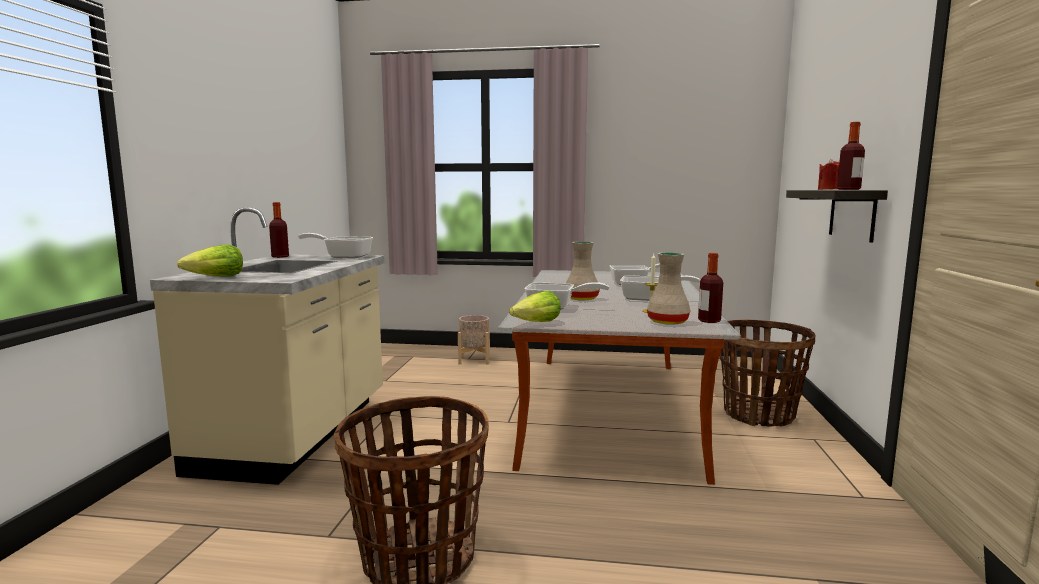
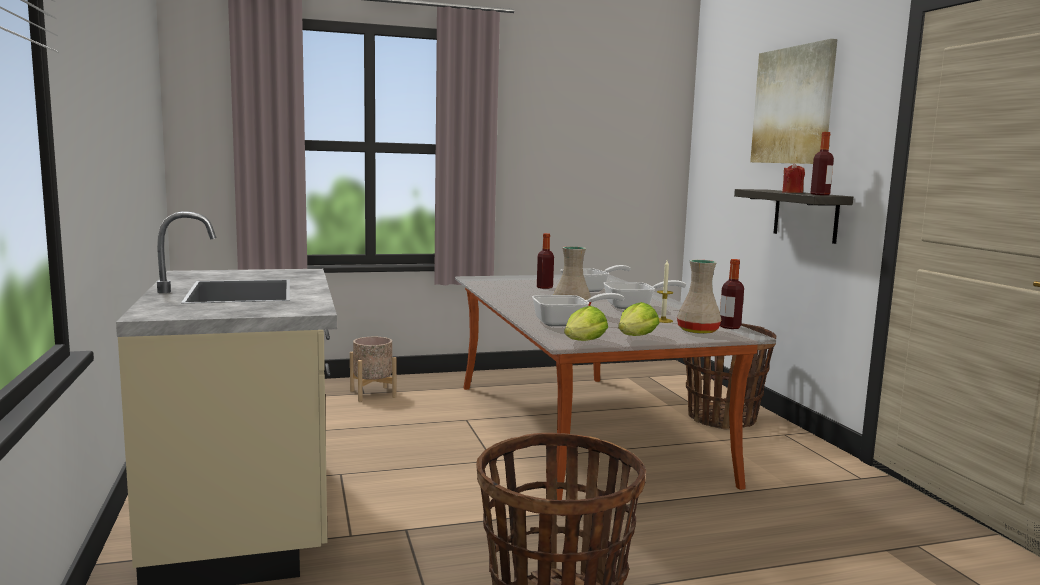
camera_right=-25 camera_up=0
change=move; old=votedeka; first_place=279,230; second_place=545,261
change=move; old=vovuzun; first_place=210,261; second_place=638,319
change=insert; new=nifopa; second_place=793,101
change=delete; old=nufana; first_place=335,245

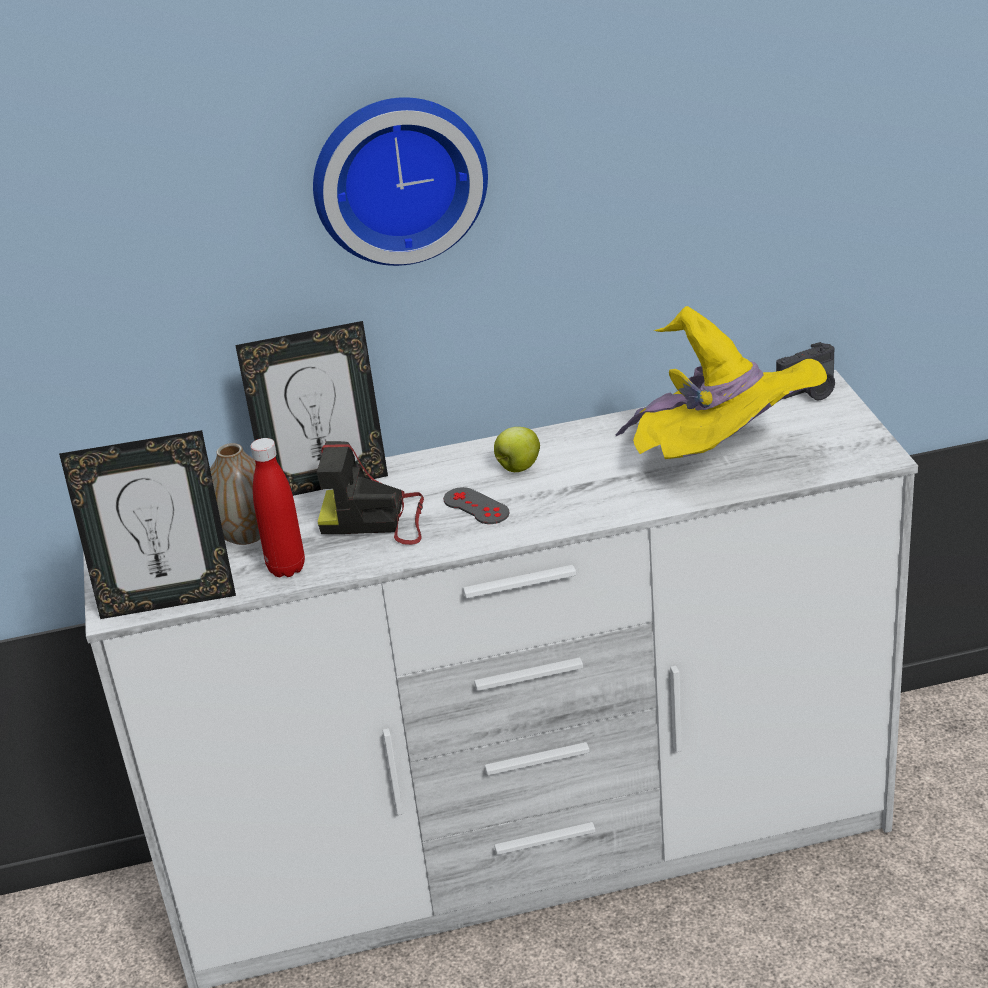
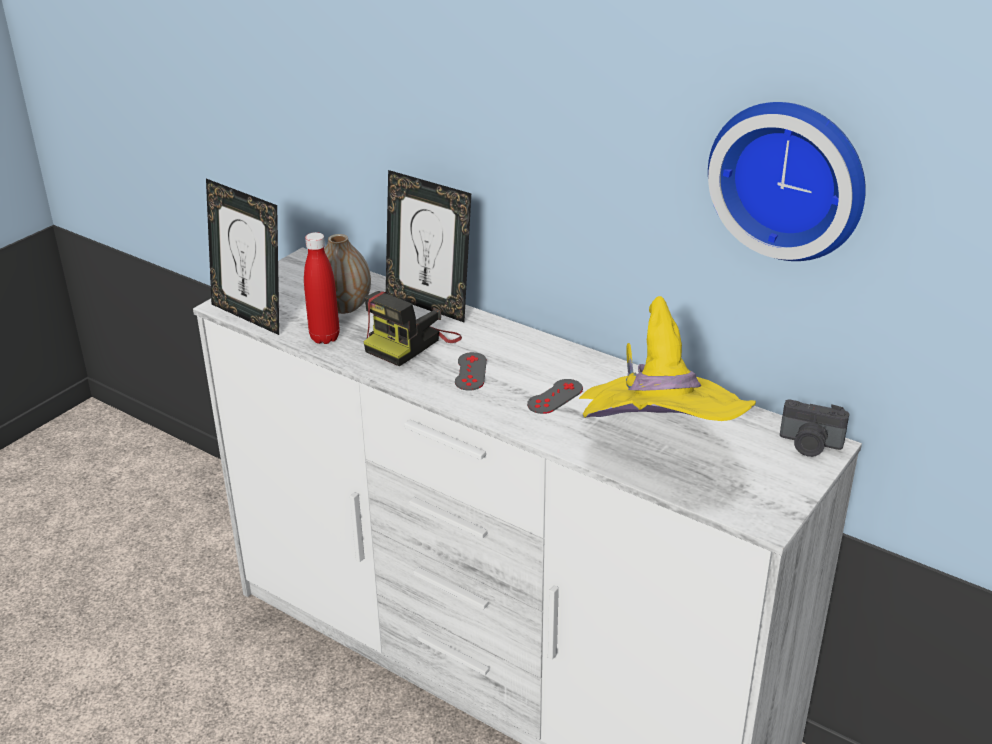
camera_right=45 camera_up=0
change=rotate; old=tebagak; first_place=370,493; second_place=412,328; degrees=-105
change=insert; new=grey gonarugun; second_place=555,396
change=move; old=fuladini; first_place=400,181; second_place=787,181
change=delete; old=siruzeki; first_place=517,449

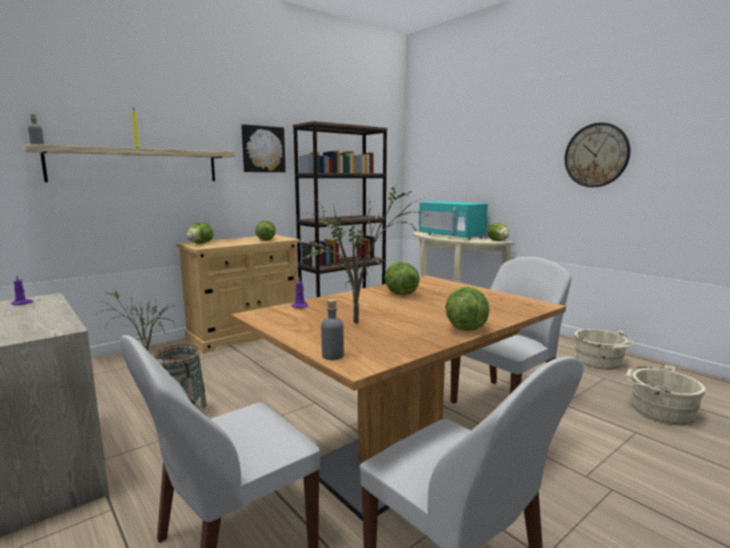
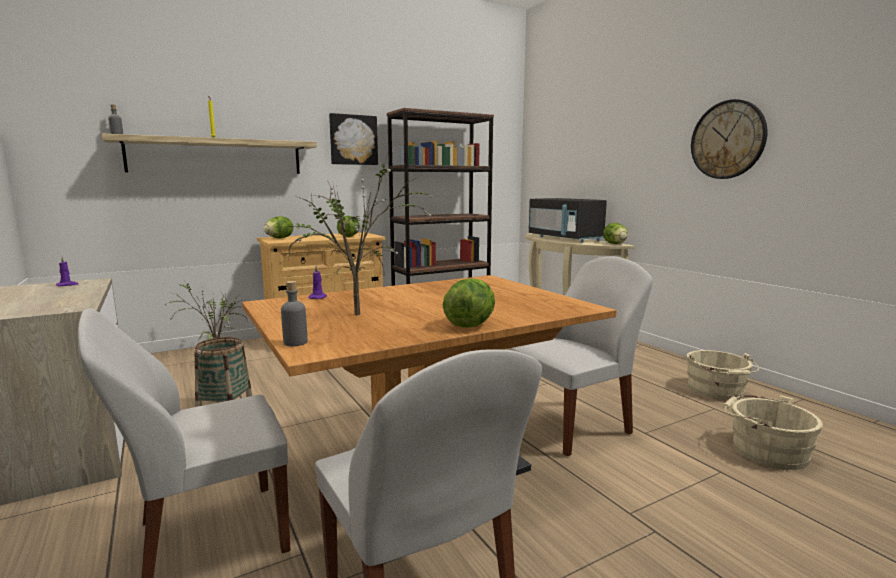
camera_right=10 camera_up=0
change=recolor; old=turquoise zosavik; new=black zosavik; first_place=453,220; second_place=568,220
change=delete; old=vovuzun; first_place=402,278

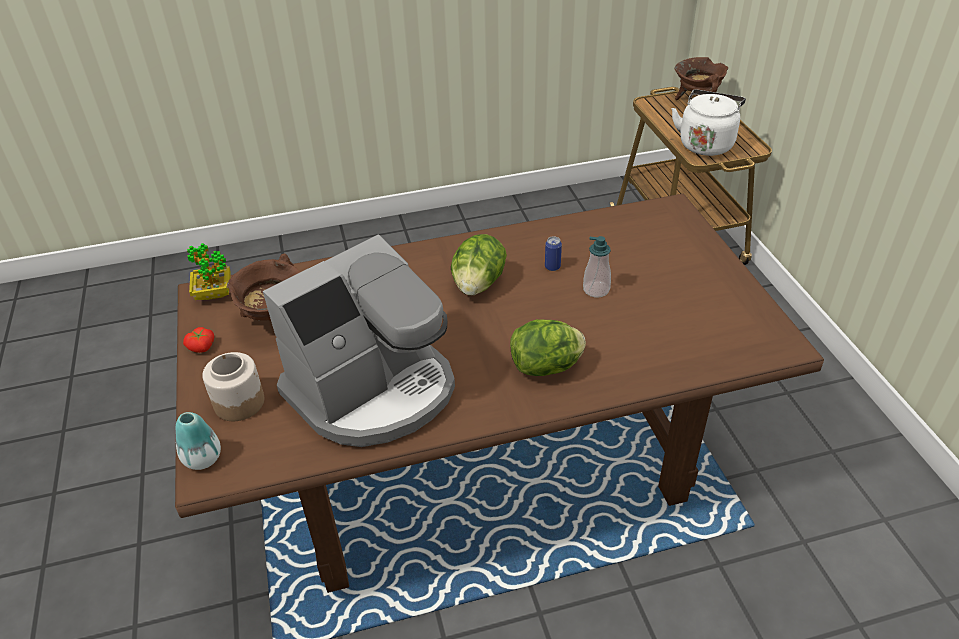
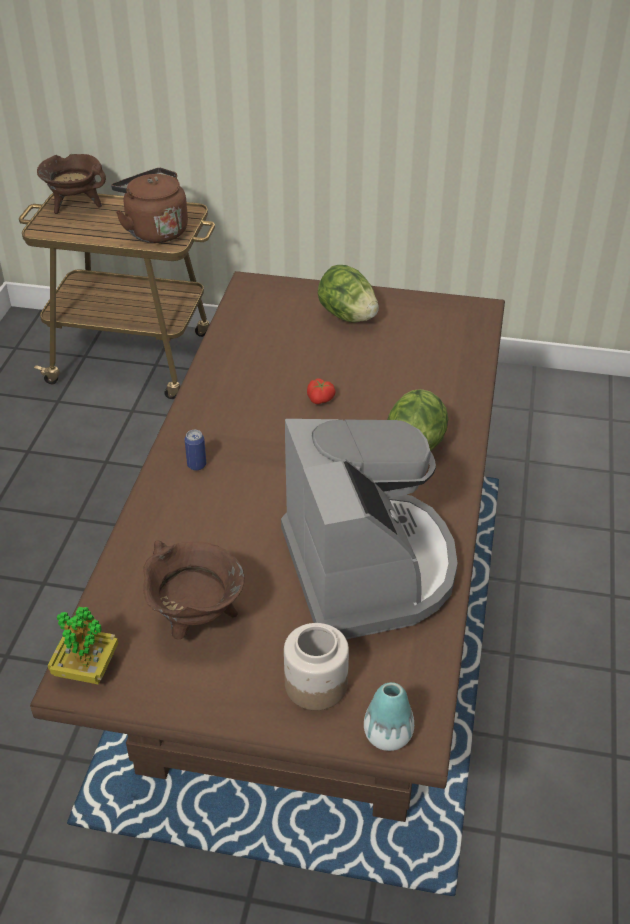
camera_right=-65 camera_up=0
change=recolor; old=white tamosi; new=brown tamosi; first_place=709,123; second_place=149,205
change=move; old=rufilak; first_place=553,253; second_place=195,450
change=move; old=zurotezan; first_place=198,340; second_place=321,391
change=move; old=vovuzun; first_place=479,265; second_place=348,293
change=delete; old=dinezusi; first_place=597,266

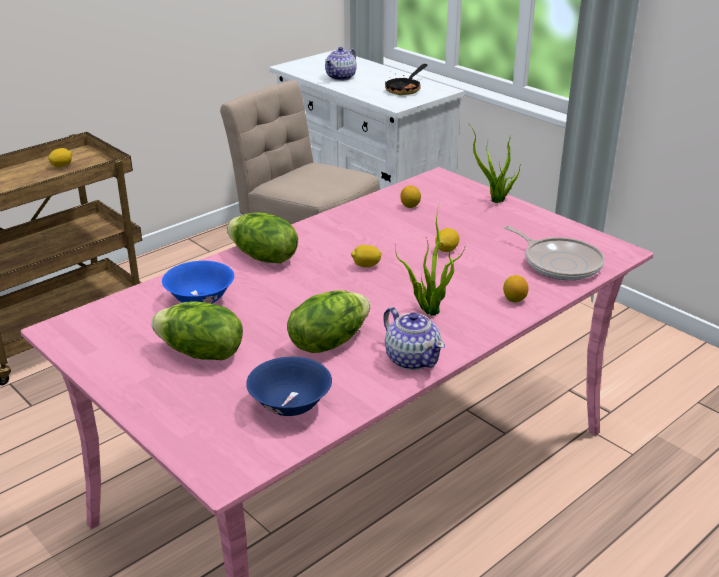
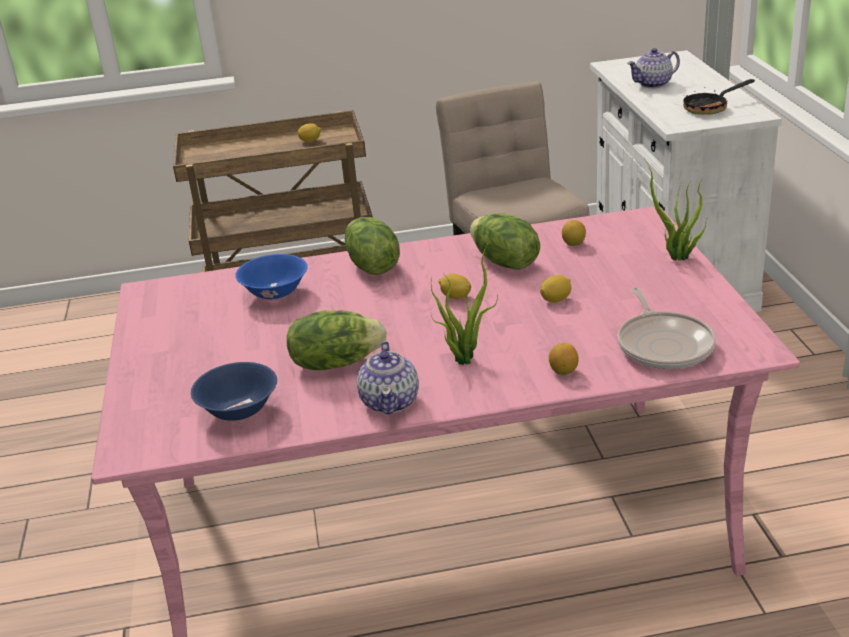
camera_right=35 camera_up=0
change=move; old=vovuzun; first_place=197,330; second_place=505,241

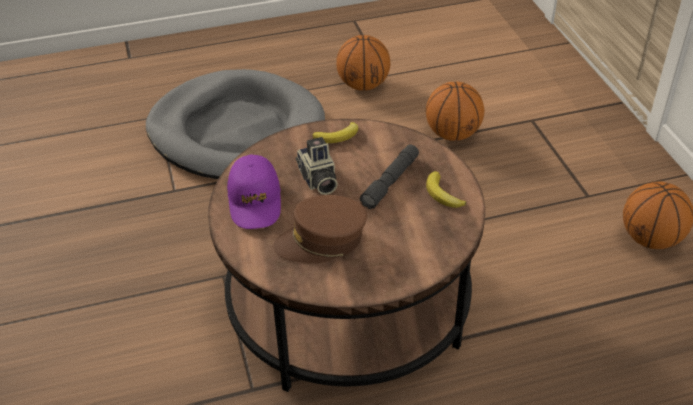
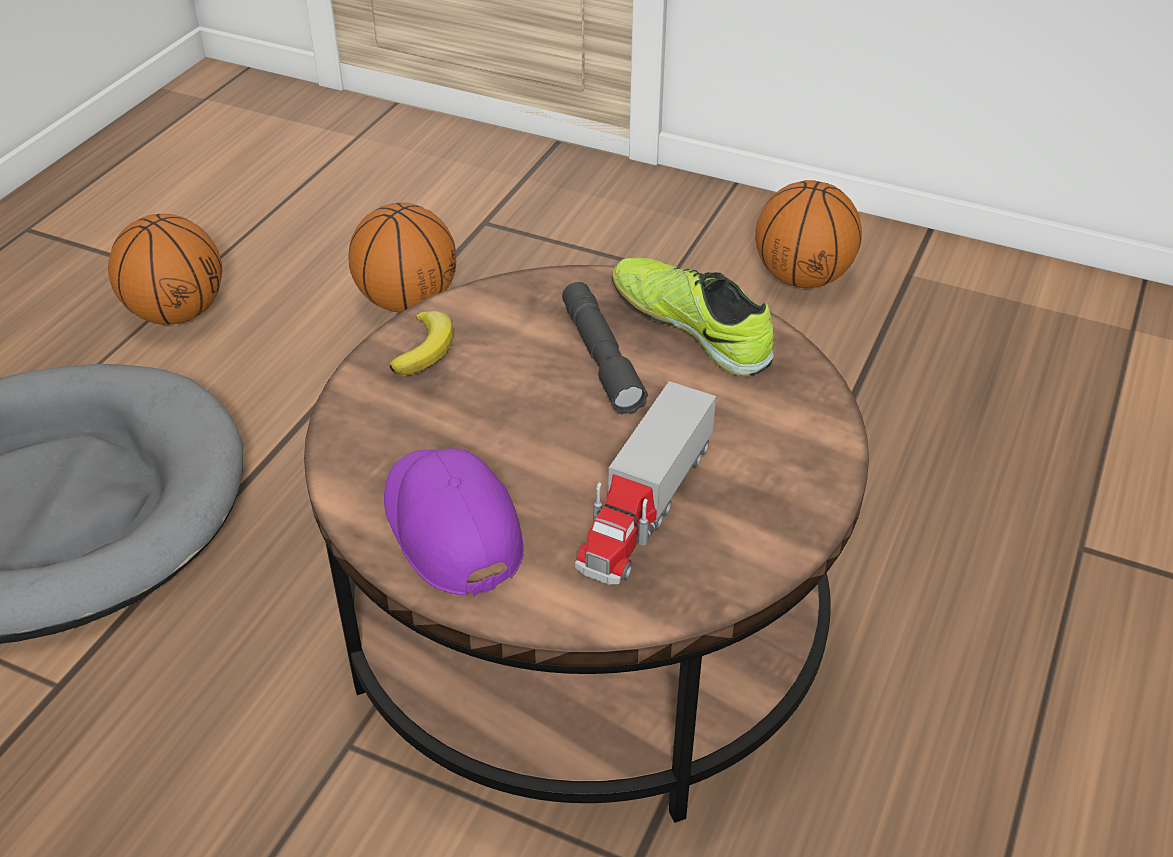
camera_right=-50 camera_up=0
change=rotate; old=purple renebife; first_place=254,191; second_place=454,522; degrees=-150
change=replace; old=brown renebife; new=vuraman; first_place=320,229; second_place=645,482
change=replace; old=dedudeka; new=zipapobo; first_place=446,189; second_place=693,317
change=delete; old=tebagak; first_place=316,166

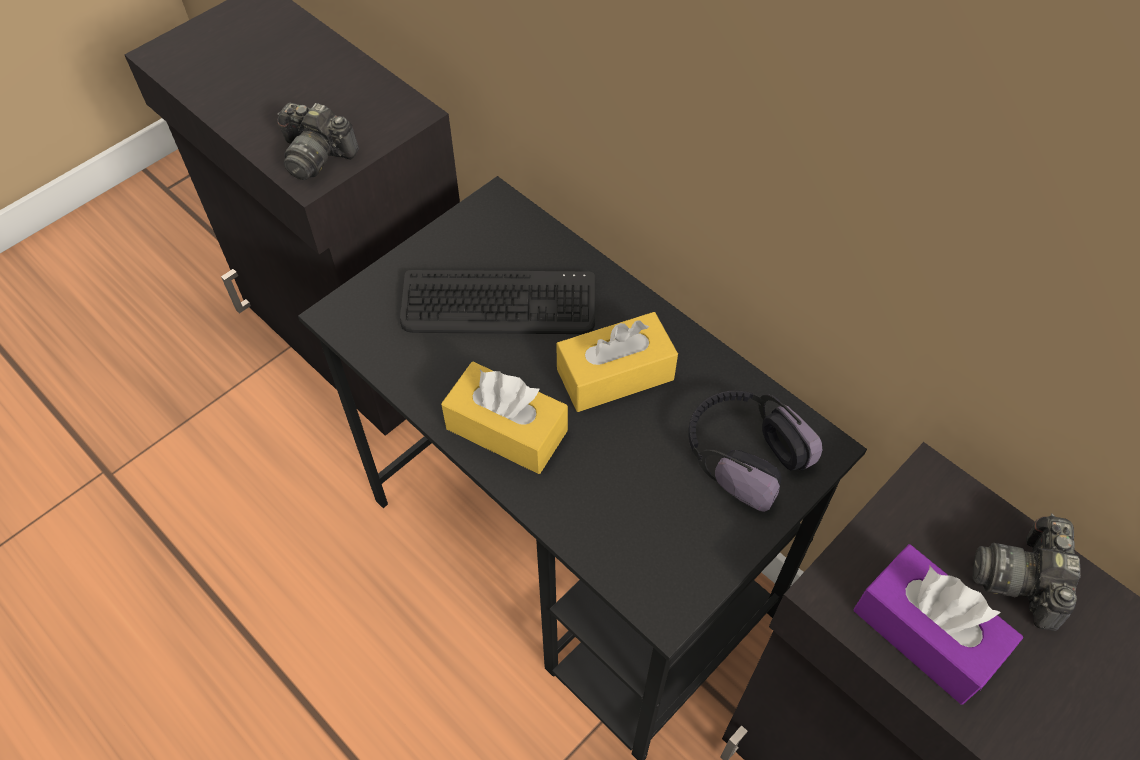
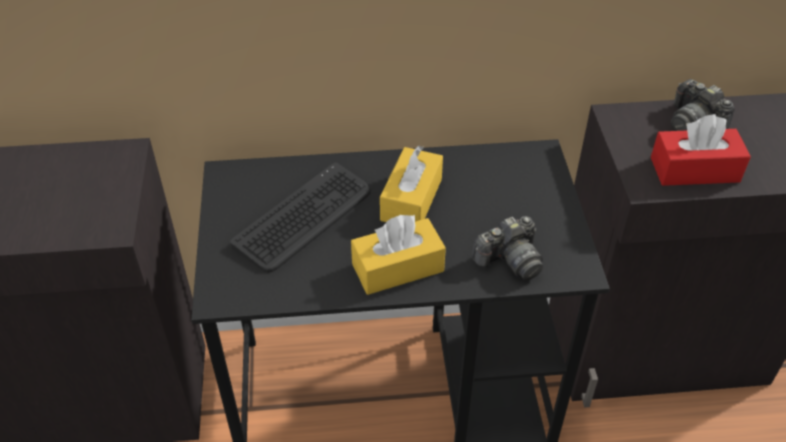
camera_right=-50 camera_up=-10
change=move; old=tebagak; first_place=318,141; second_place=507,248
change=recolor; old=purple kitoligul; new=red kitoligul; first_place=938,624; second_place=701,150
change=delete; old=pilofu; first_place=755,451

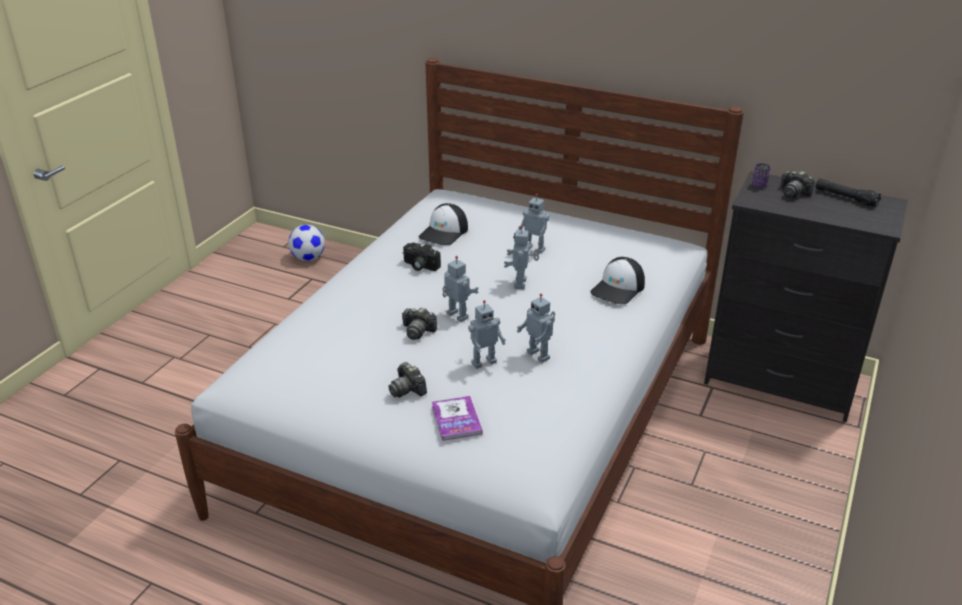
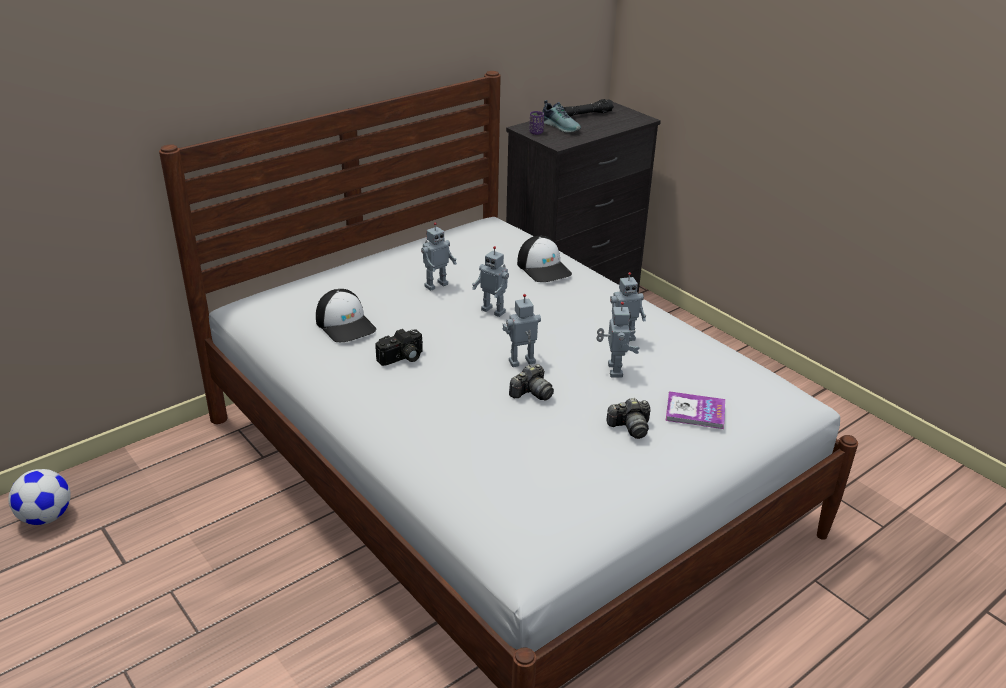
camera_right=-65 camera_up=0
change=replace; old=tebagak; new=zipapobo; first_place=797,184; second_place=561,116

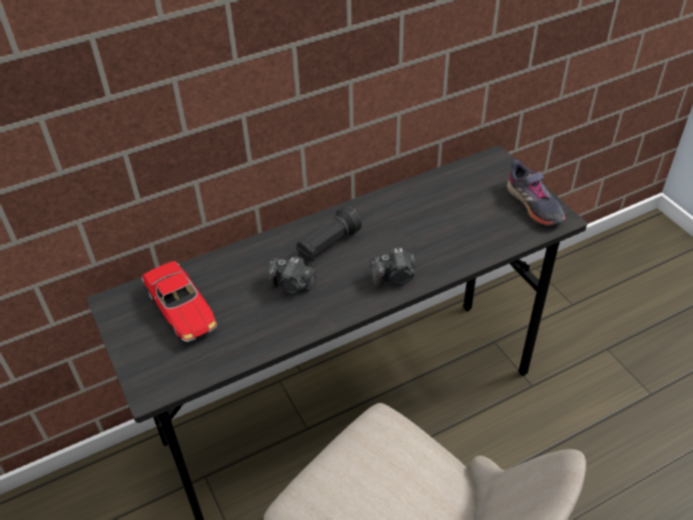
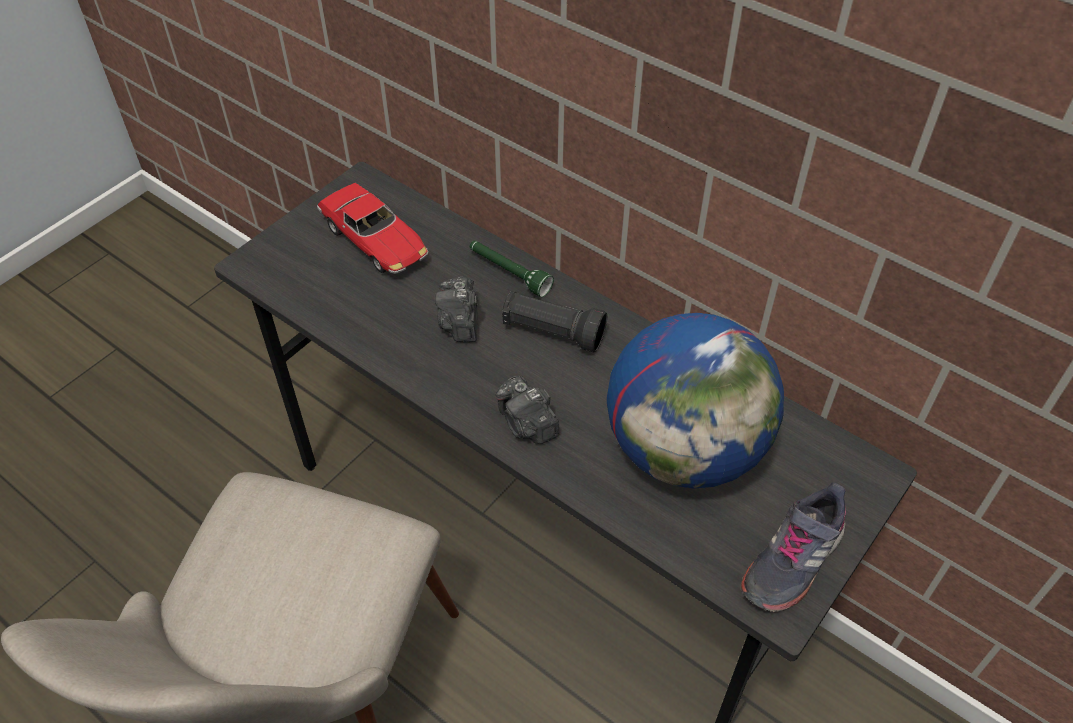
camera_right=65 camera_up=5
change=rotate; old=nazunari; first_place=179,301; second_place=372,228; degrees=-75
change=insert; new=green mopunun; second_place=512,269
change=insert; new=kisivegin; second_place=695,400

